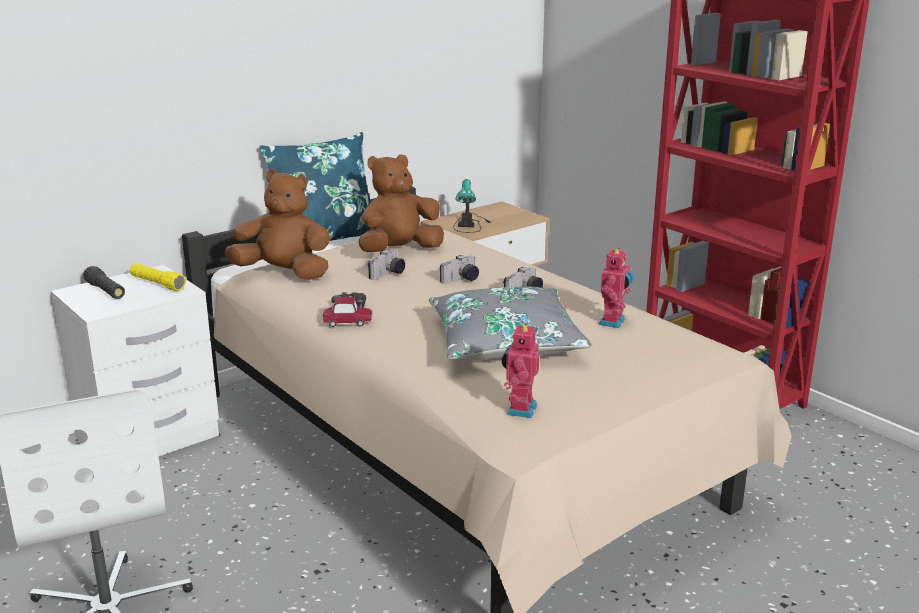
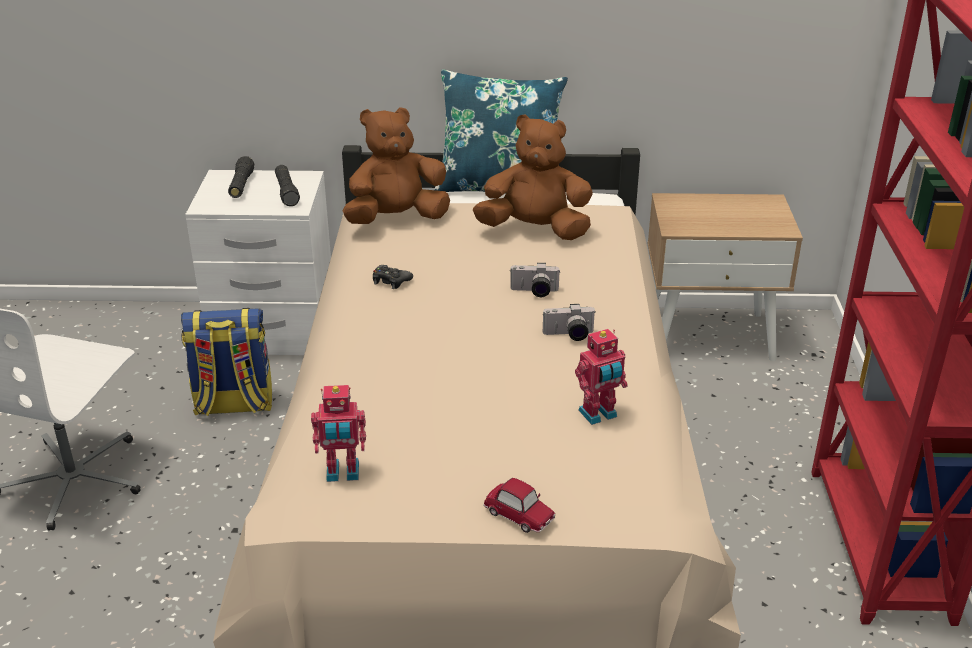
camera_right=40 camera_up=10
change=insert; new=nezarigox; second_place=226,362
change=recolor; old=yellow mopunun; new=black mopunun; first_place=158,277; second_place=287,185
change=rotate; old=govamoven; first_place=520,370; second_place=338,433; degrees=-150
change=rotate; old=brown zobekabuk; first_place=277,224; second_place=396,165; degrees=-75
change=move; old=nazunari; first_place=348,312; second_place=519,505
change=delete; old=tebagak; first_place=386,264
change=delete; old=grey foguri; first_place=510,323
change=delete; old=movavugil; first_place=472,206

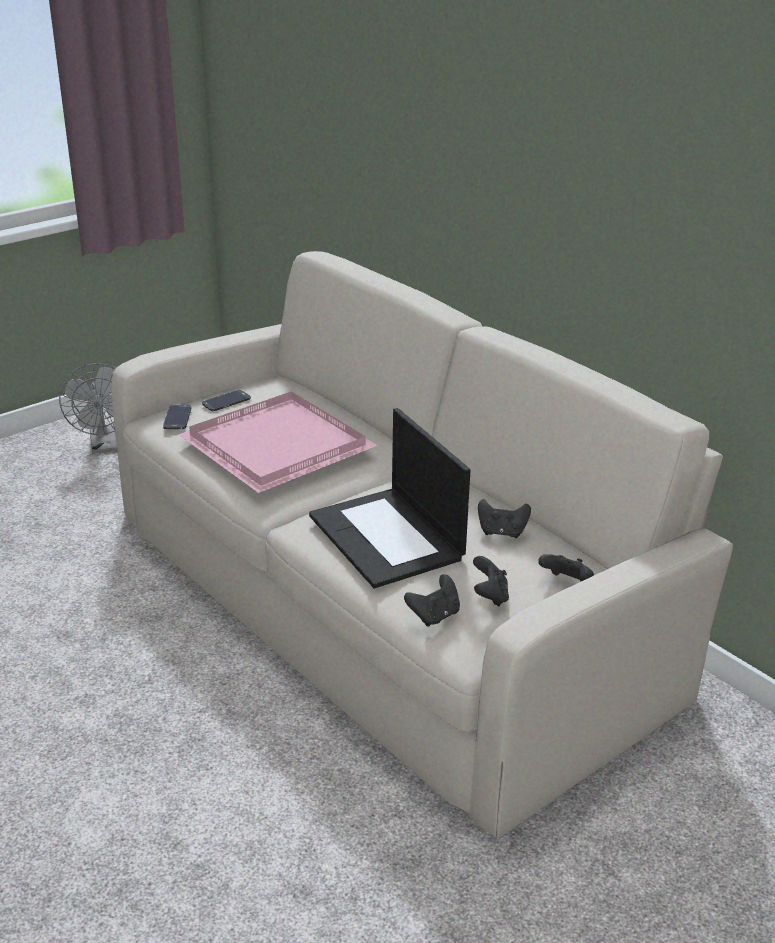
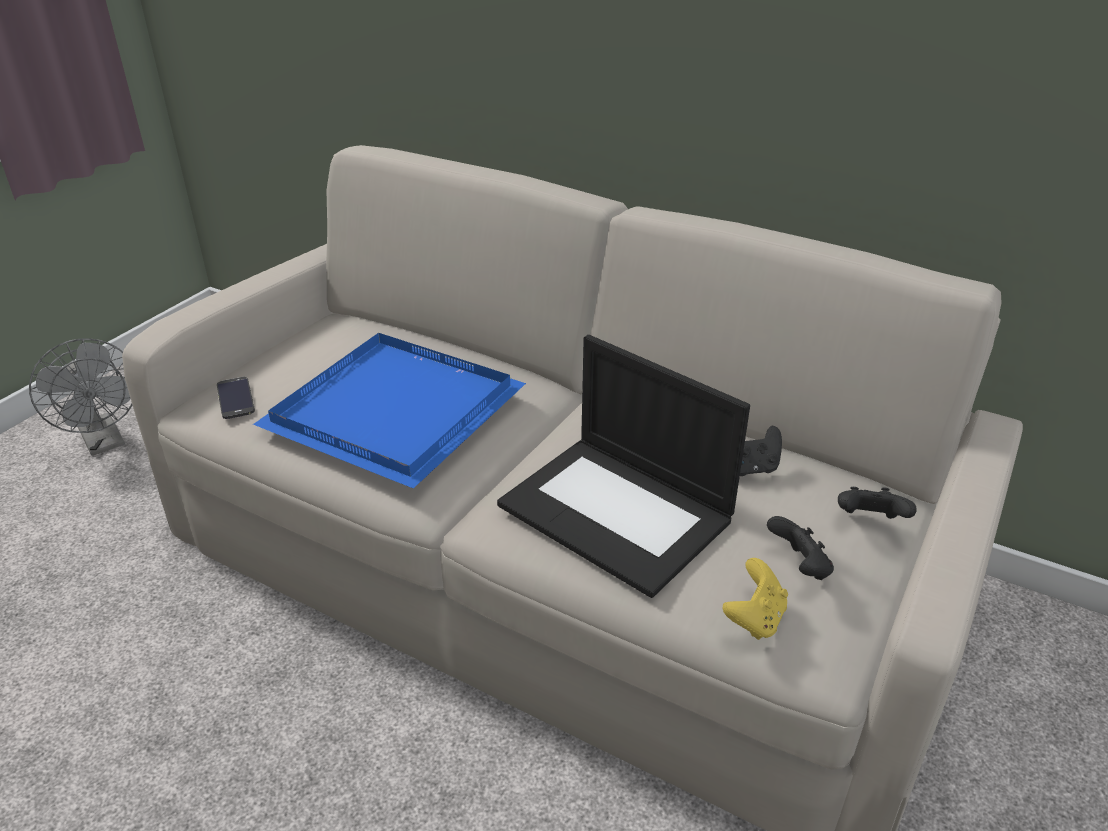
camera_right=-20 camera_up=5
change=recolor; old=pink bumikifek; new=blue bumikifek; first_place=278,442; second_place=389,410
change=recolor; old=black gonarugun; new=yellow gonarugun; first_place=432,600; second_place=755,599
change=delete; old=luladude; first_place=226,400

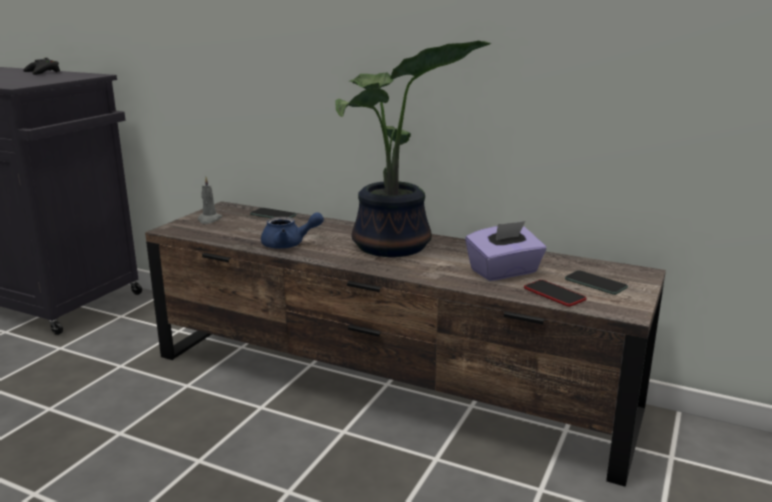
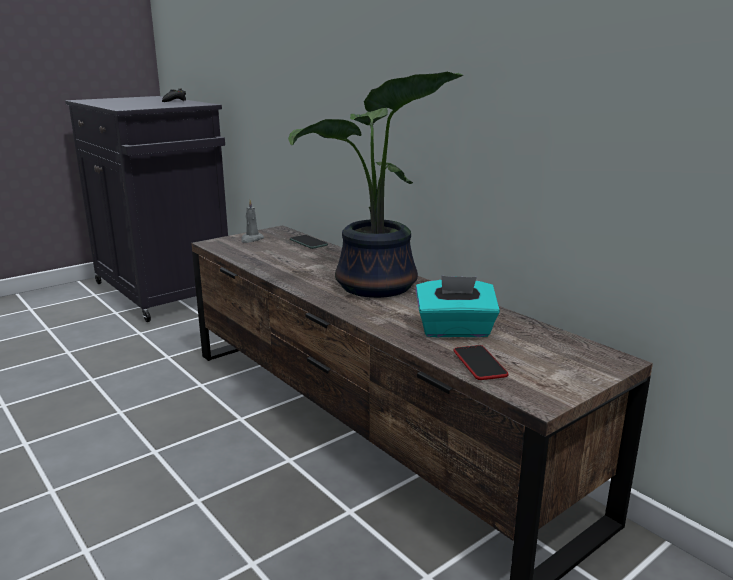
camera_right=25 camera_up=0
change=recolor; old=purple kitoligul; new=turquoise kitoligul; first_place=506,251; second_place=458,306
change=delete; old=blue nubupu; first_place=292,230
change=delete; old=luladude; first_place=596,282

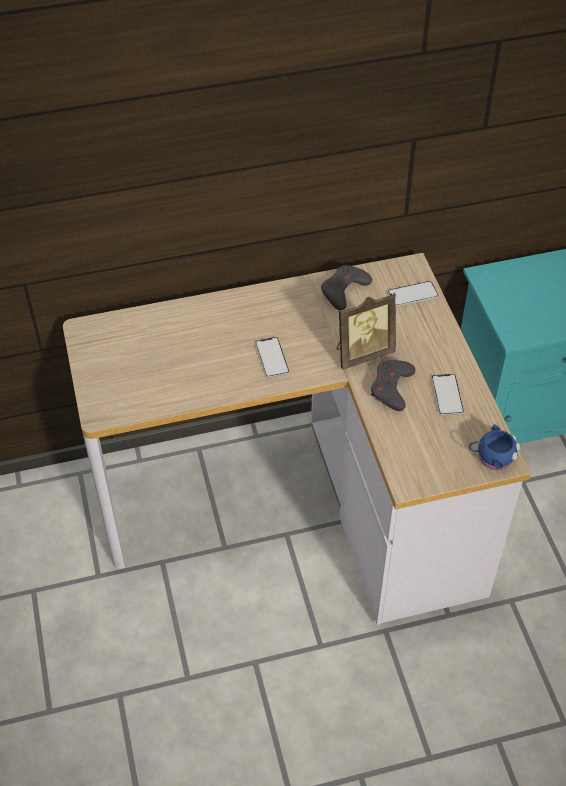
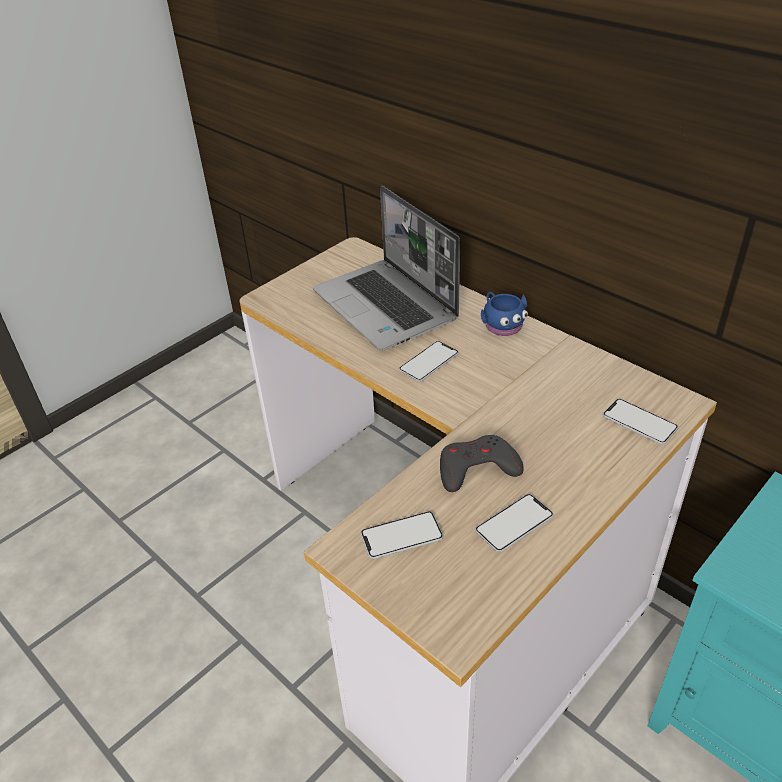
camera_right=60 camera_up=-10
change=insert; new=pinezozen; second_place=386,268
change=insert; new=luladude; second_place=402,535
change=move; old=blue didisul; first_place=495,447; second_place=504,314
change=delete; old=grey gonarugun; first_place=346,287
change=delete; old=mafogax; first_place=366,331

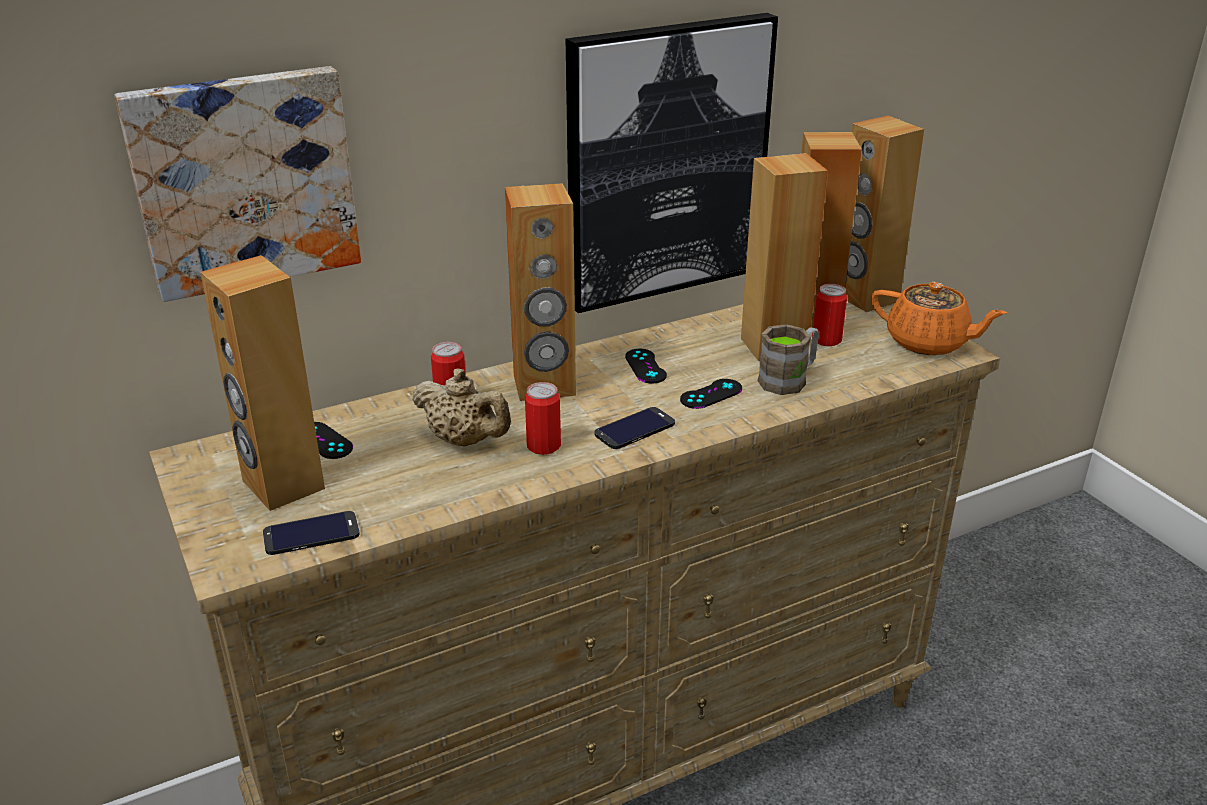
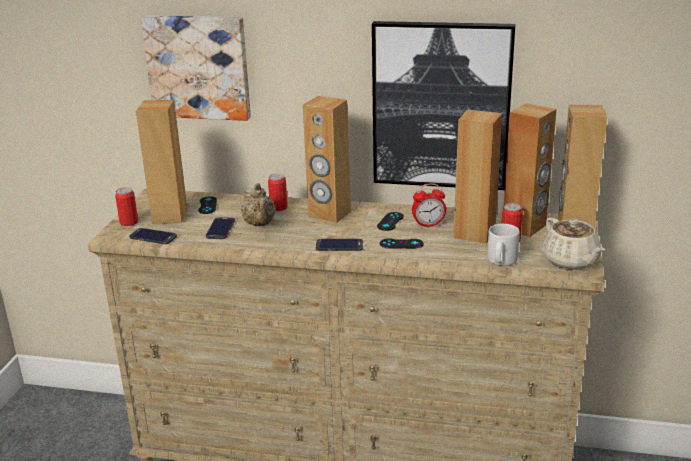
camera_right=40 camera_up=-5
change=move; old=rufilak; first_place=543,418; second_place=126,206
change=insert; new=luladude; second_place=220,228
change=insert; new=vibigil; second_place=429,206
change=insert; new=grey didisul; second_place=503,245
change=recolor; old=orange nubupu; new=beige nubupu; first_place=939,318; second_place=573,244
change=delete; old=brown didisul; first_place=788,359

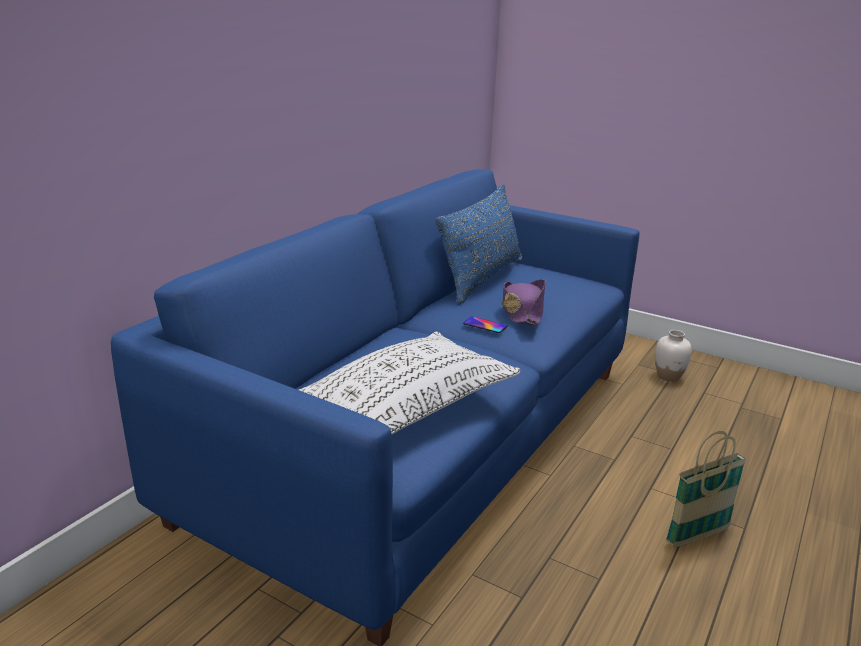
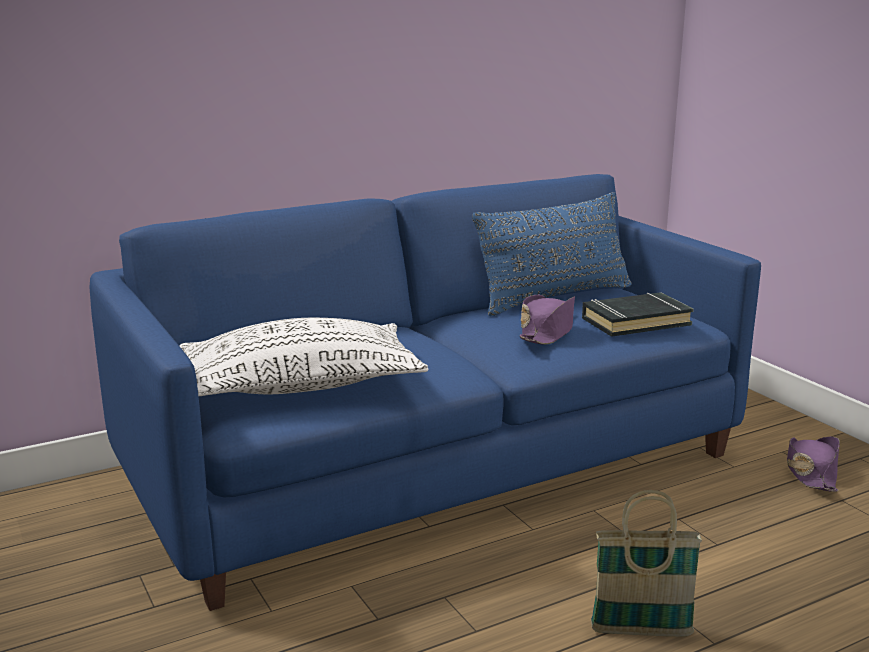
camera_right=30 camera_up=-5
change=insert; new=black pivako; second_place=638,314
change=replace; old=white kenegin; new=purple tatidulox; first_place=673,356; second_place=813,464
change=delete; old=luladude; first_place=485,324

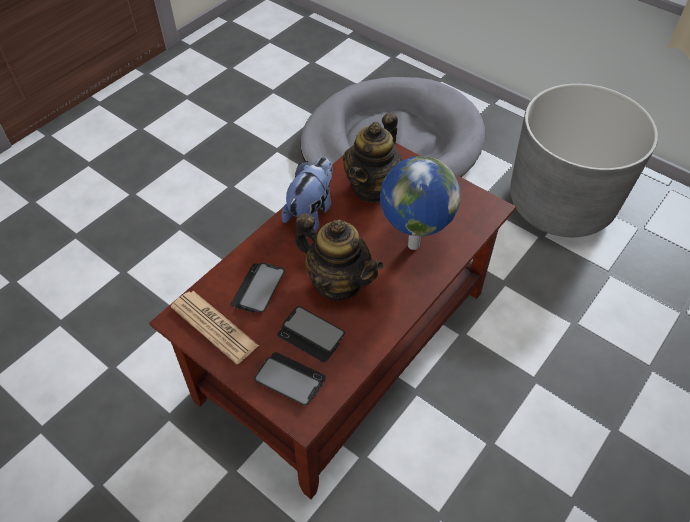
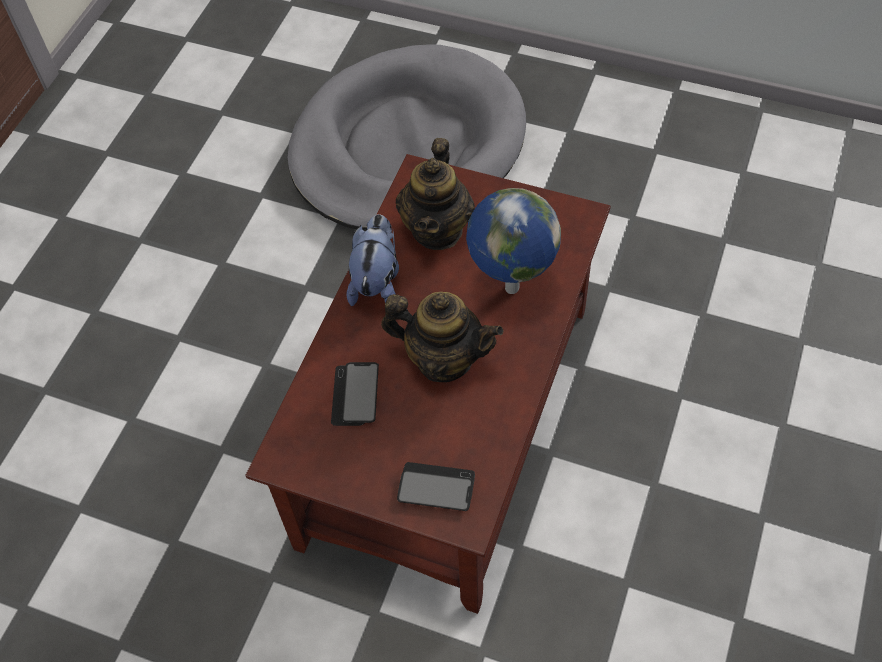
camera_right=-15 camera_up=5
change=delete; old=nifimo; first_place=215,327
change=delete; old=luladude; first_place=311,334
change=delete; old=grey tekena; first_place=584,160

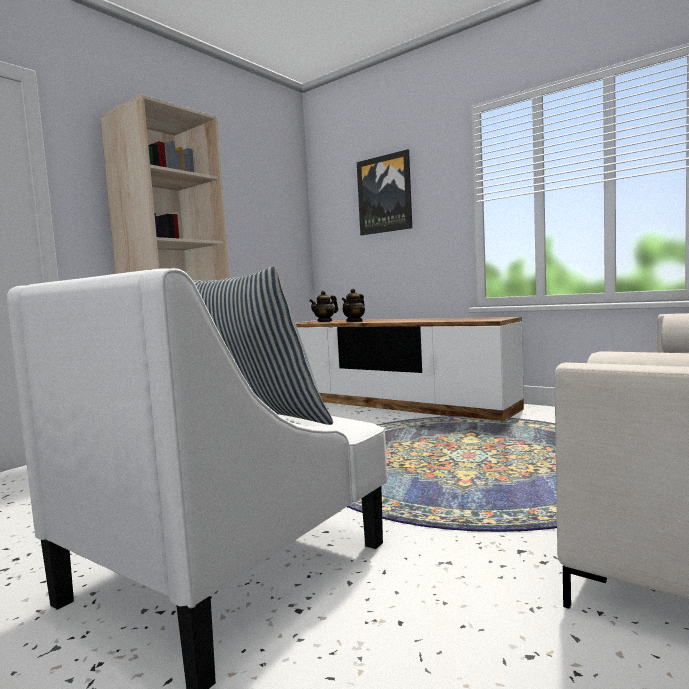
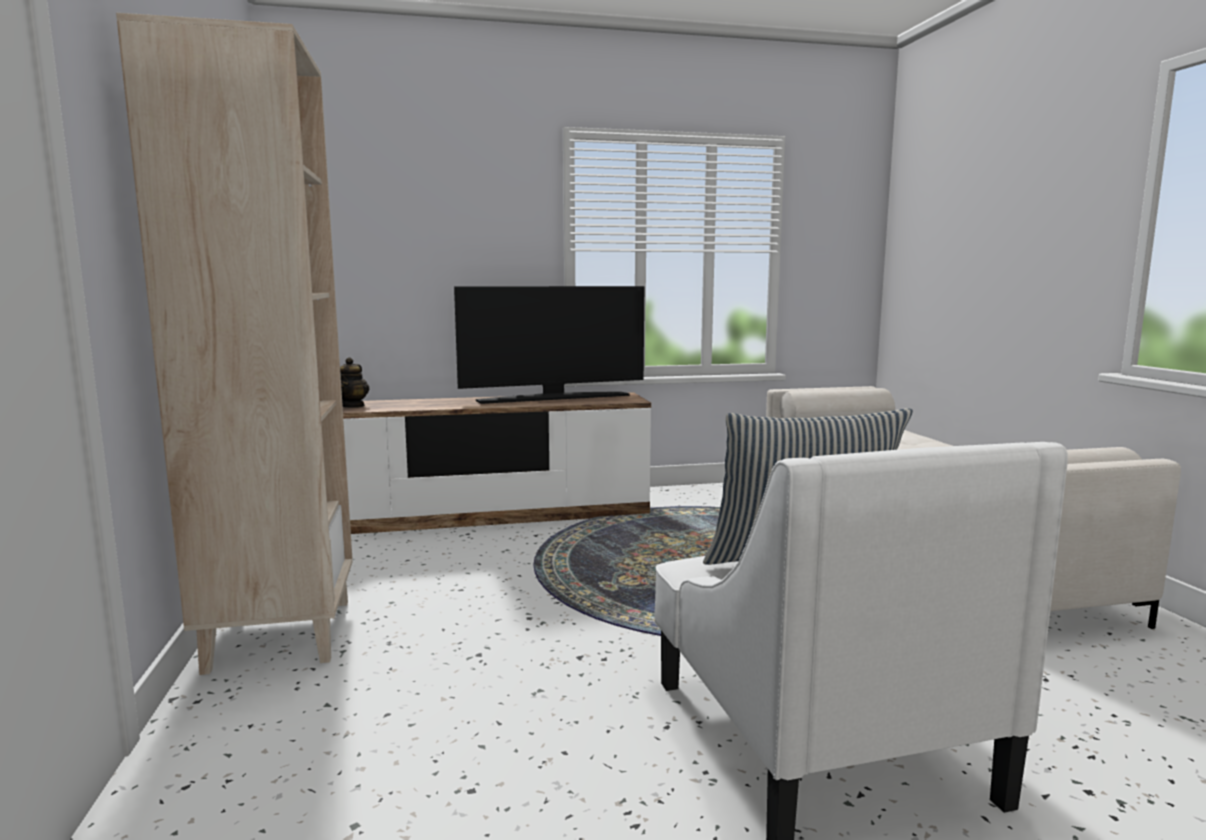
camera_right=-50 camera_up=5
change=insert; new=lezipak; second_place=549,345
change=delete; old=nubupu; first_place=353,305
change=delete; old=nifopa; first_place=384,192

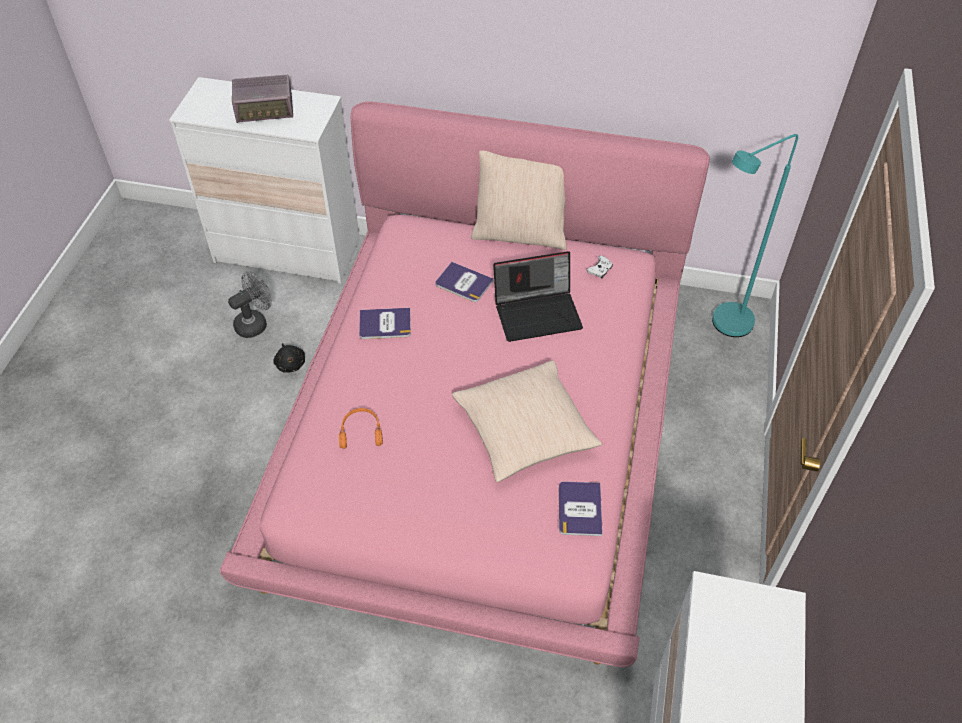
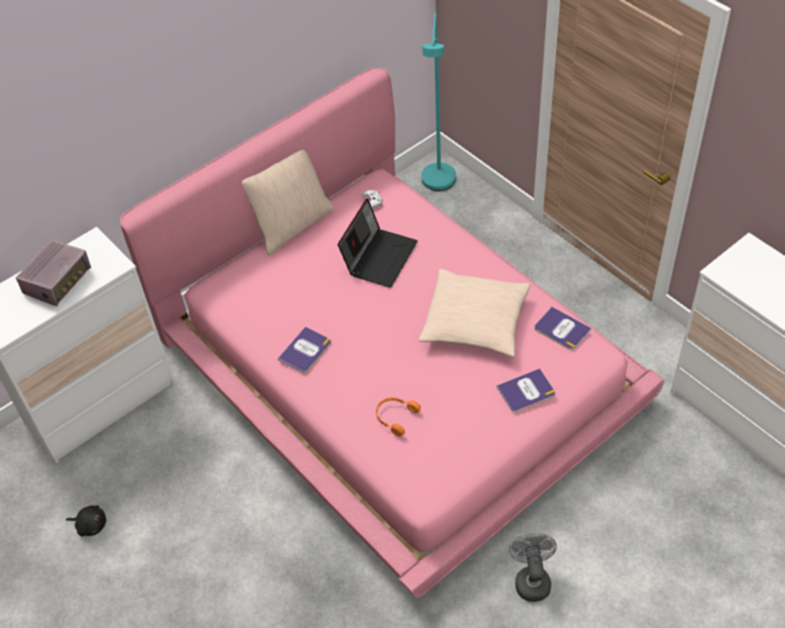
camera_right=-50 camera_up=0
change=move; old=black zobekabuk; first_place=289,358; second_place=86,520
change=move; old=pivako; first_place=464,282; second_place=526,390
change=move; old=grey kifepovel; first_place=250,304; second_place=533,567

